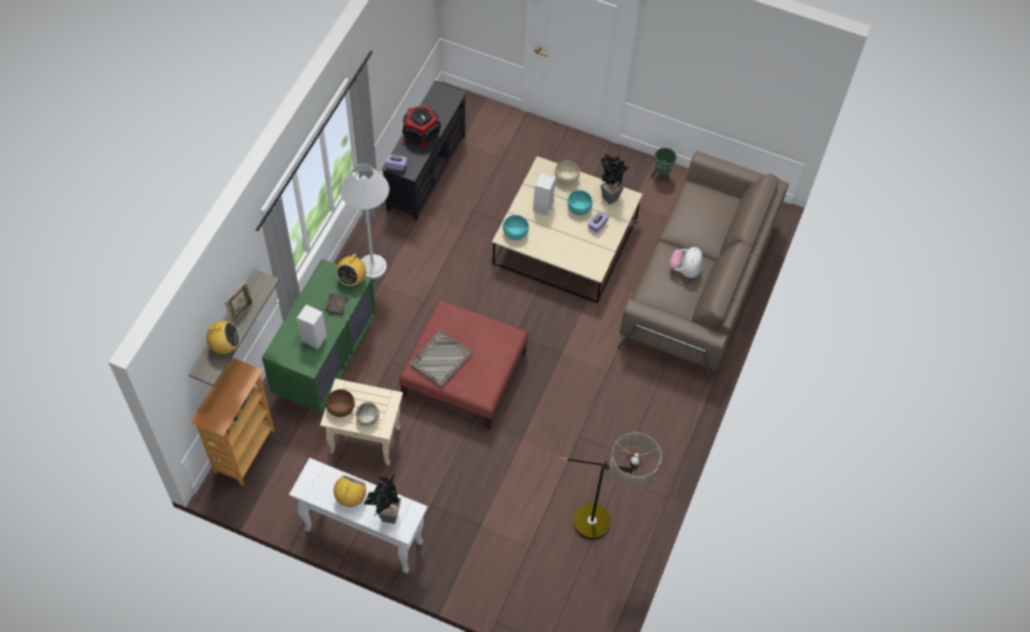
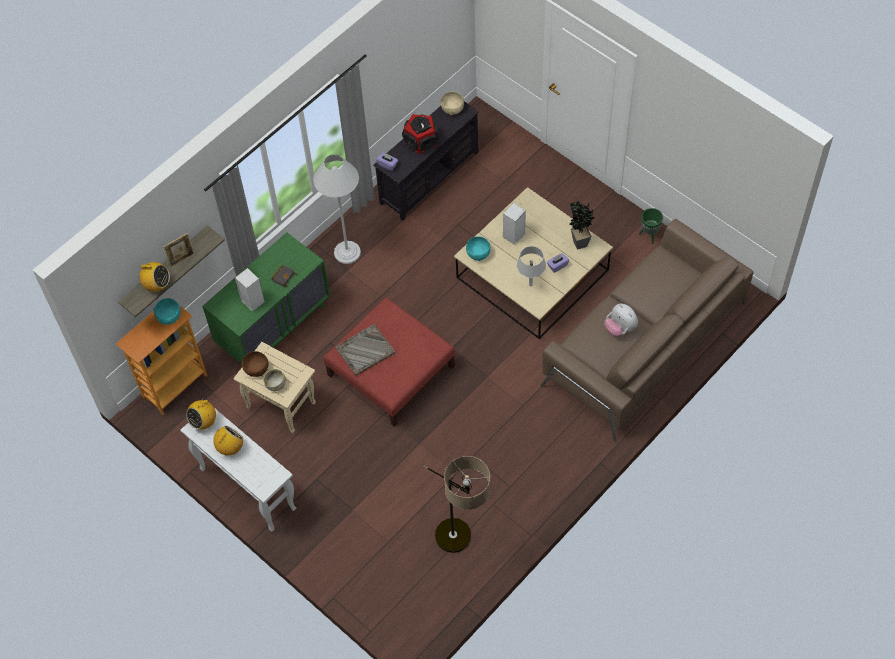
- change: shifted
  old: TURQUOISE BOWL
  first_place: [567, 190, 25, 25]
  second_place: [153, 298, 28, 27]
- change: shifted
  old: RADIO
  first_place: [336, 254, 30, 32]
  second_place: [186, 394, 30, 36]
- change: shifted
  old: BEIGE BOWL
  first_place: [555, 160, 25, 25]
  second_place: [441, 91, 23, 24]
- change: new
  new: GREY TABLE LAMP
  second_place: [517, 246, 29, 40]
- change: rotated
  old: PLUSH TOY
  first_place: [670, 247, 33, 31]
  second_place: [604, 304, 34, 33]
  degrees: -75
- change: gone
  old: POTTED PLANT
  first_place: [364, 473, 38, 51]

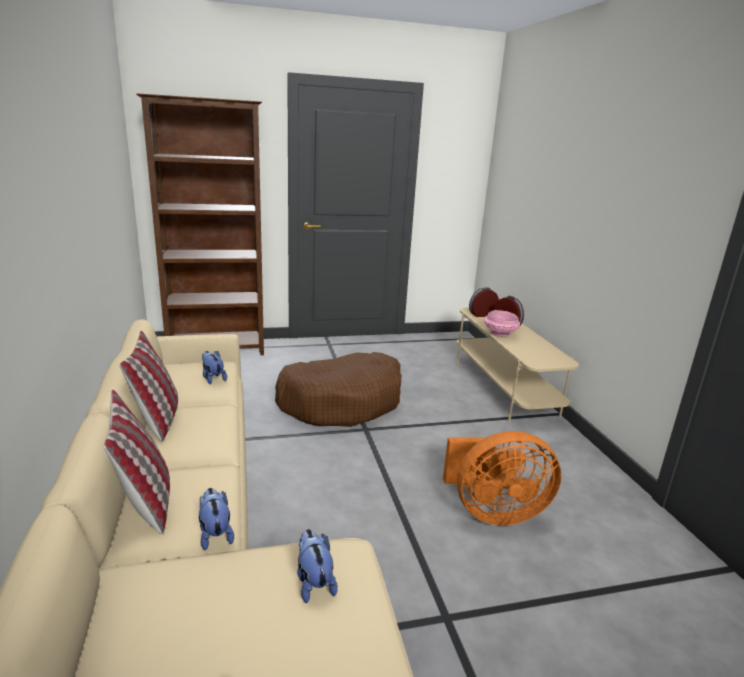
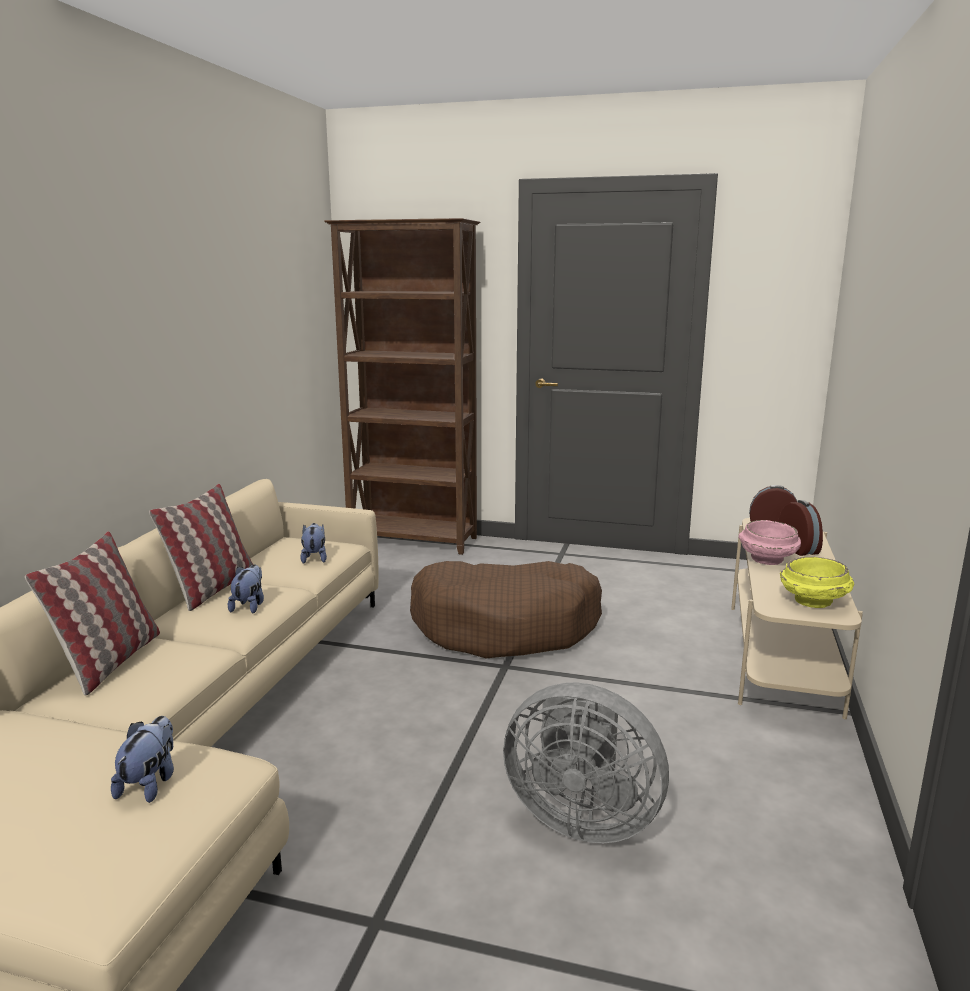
- change: shifted
  old: PLUSH TOY
  first_place: [199, 488, 35, 62]
  second_place: [228, 565, 36, 48]
- change: repainted
  old: ORANGE FAN
  new: GREY FAN
  first_place: [443, 431, 118, 95]
  second_place: [503, 682, 166, 161]
- change: new
  new: YELLOW BOWL
  second_place: [780, 557, 74, 51]

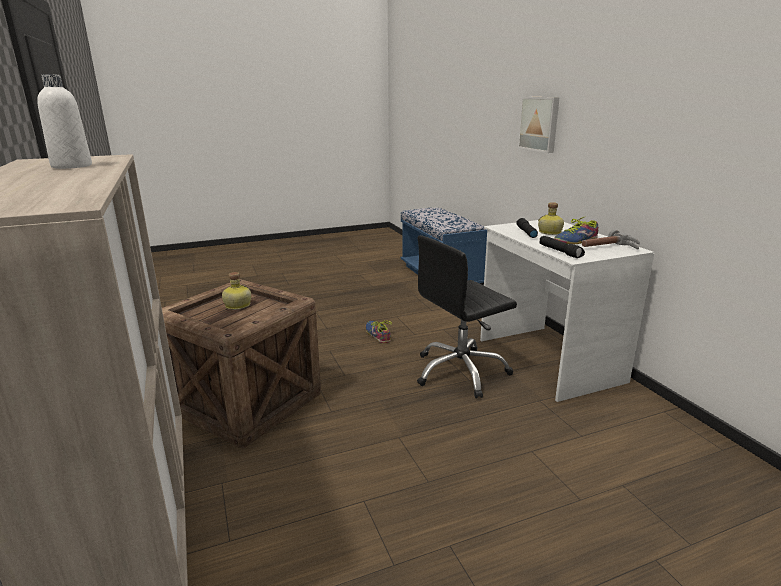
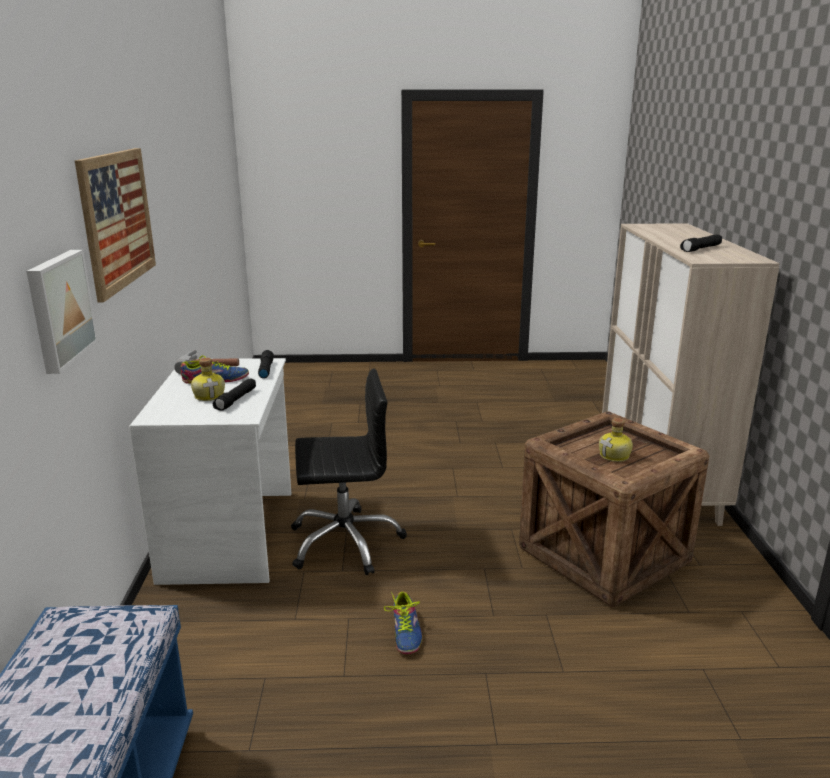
- change: new
  new: PICTURE
  second_place: [75, 148, 81, 154]
- change: swapped
  old: WHITE BOTTLE
  new: BLACK FLASHLIGHT
  first_place: [37, 75, 55, 94]
  second_place: [680, 234, 42, 18]

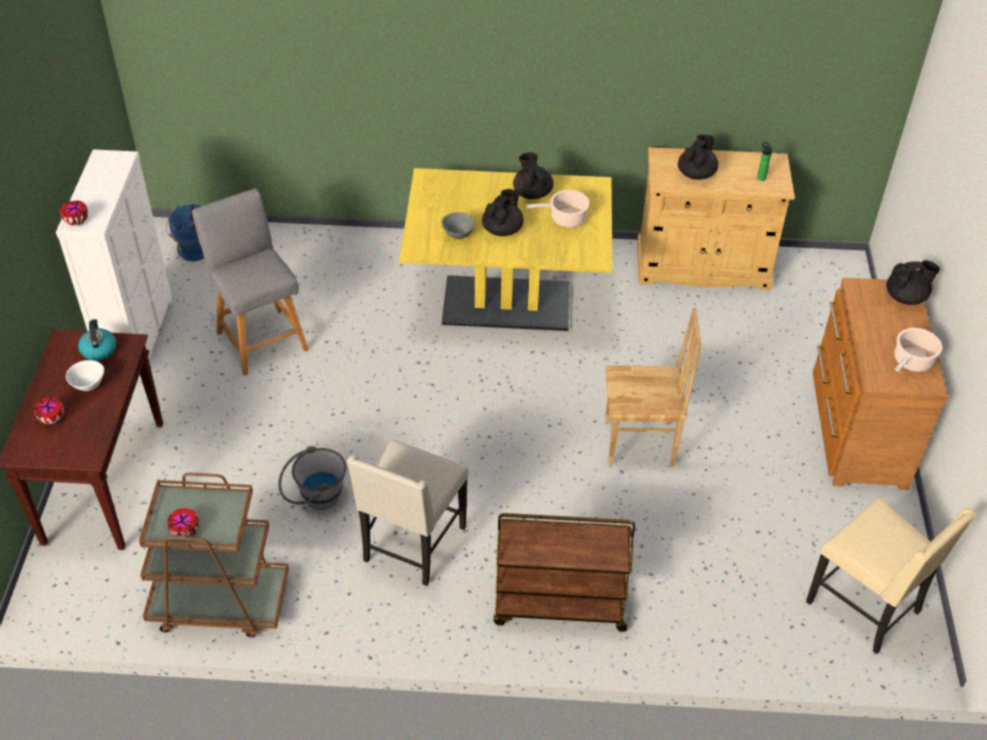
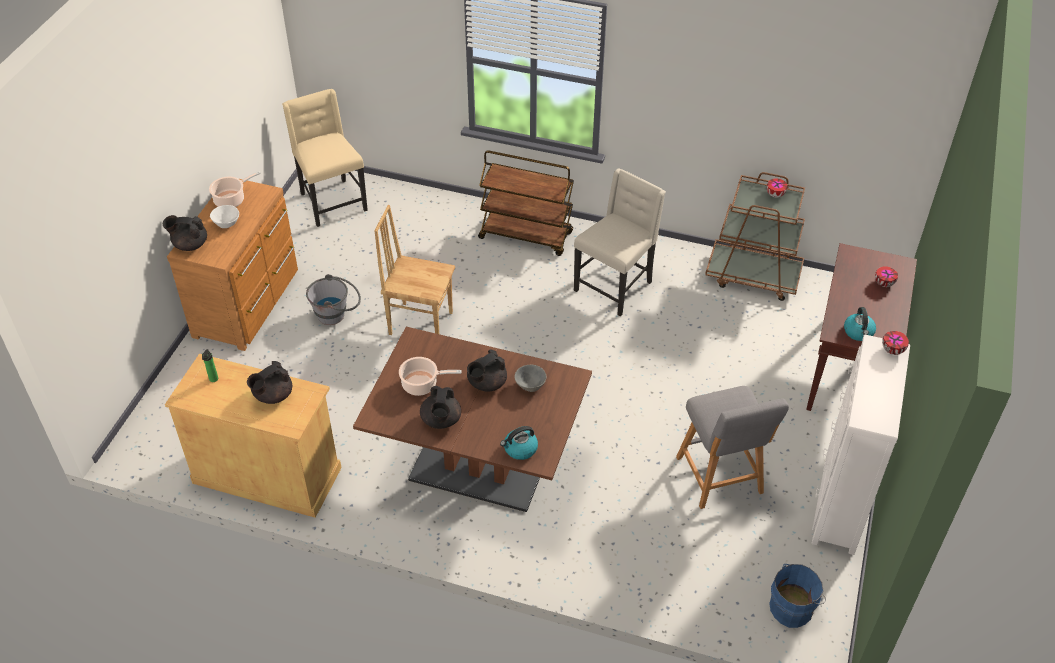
- change: shifted
  old: WHITE BOWL
  first_place: [66, 360, 38, 31]
  second_place: [210, 205, 29, 23]
- change: shifted
  old: GREY BUCKET
  first_place: [278, 446, 69, 64]
  second_place: [306, 274, 55, 51]
- change: repainted
  old: YELLOW DINING TABLE
  new: BROWN DINING TABLE
  first_place: [399, 168, 214, 163]
  second_place: [353, 327, 239, 185]
- change: new
  new: KETTLE
  second_place: [500, 426, 38, 34]

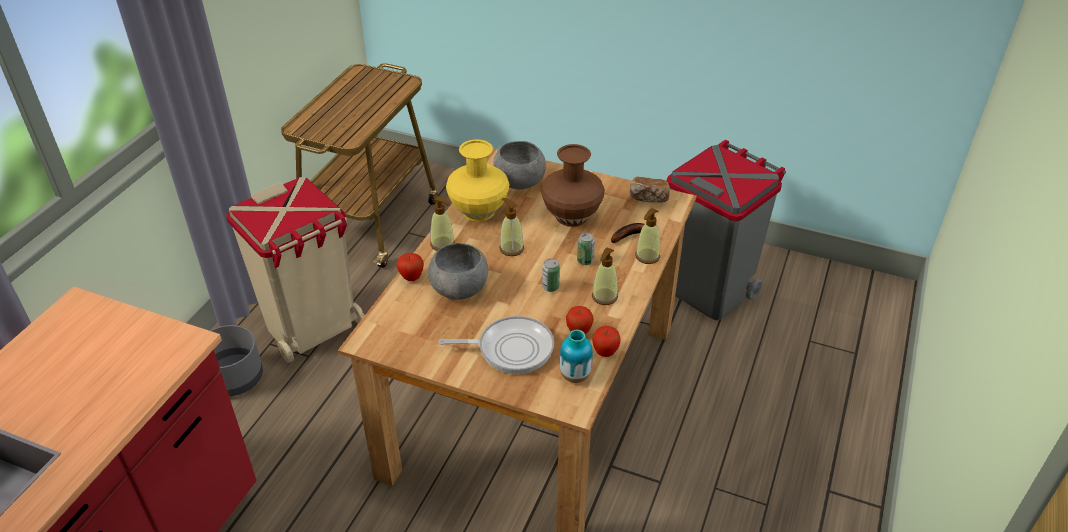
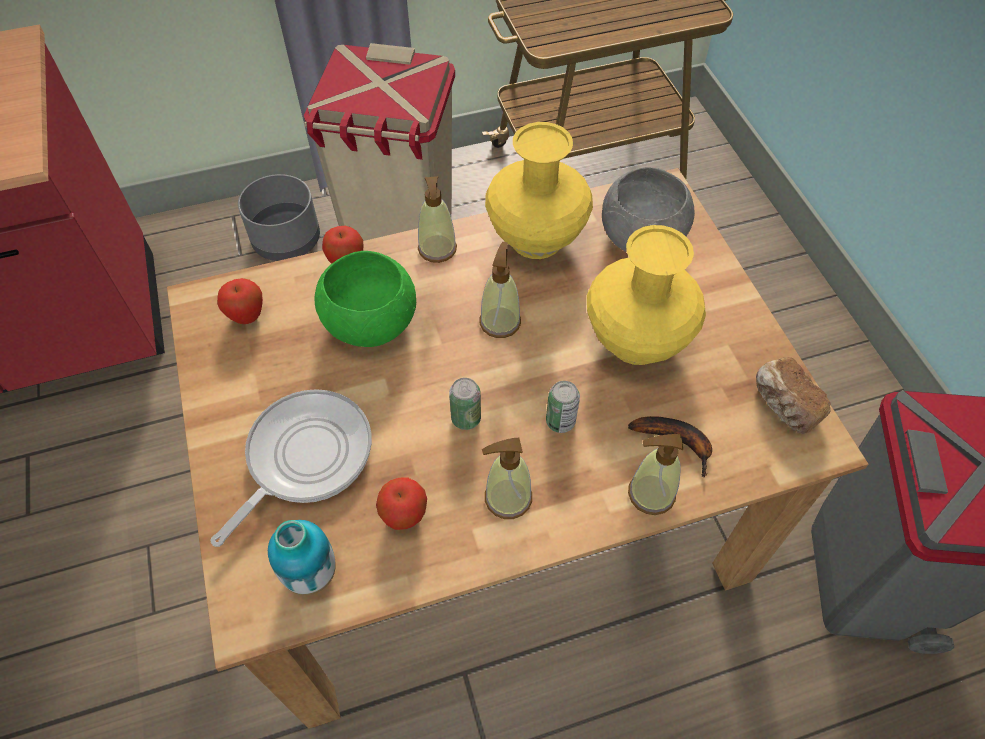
- change: rotated
  old: FRYING PAN
  first_place: [438, 316, 116, 58]
  second_place: [210, 389, 162, 158]
  degrees: -105
- change: shifted
  old: APPLE
  first_place: [592, 326, 29, 31]
  second_place: [217, 278, 46, 46]
- change: repainted
  old: GREY BOWL
  new: GREEN BOWL
  first_place: [428, 243, 60, 57]
  second_place: [314, 251, 102, 96]
- change: repainted
  old: BROWN VASE
  new: YELLOW VASE
  first_place: [541, 144, 64, 83]
  second_place: [587, 225, 119, 140]

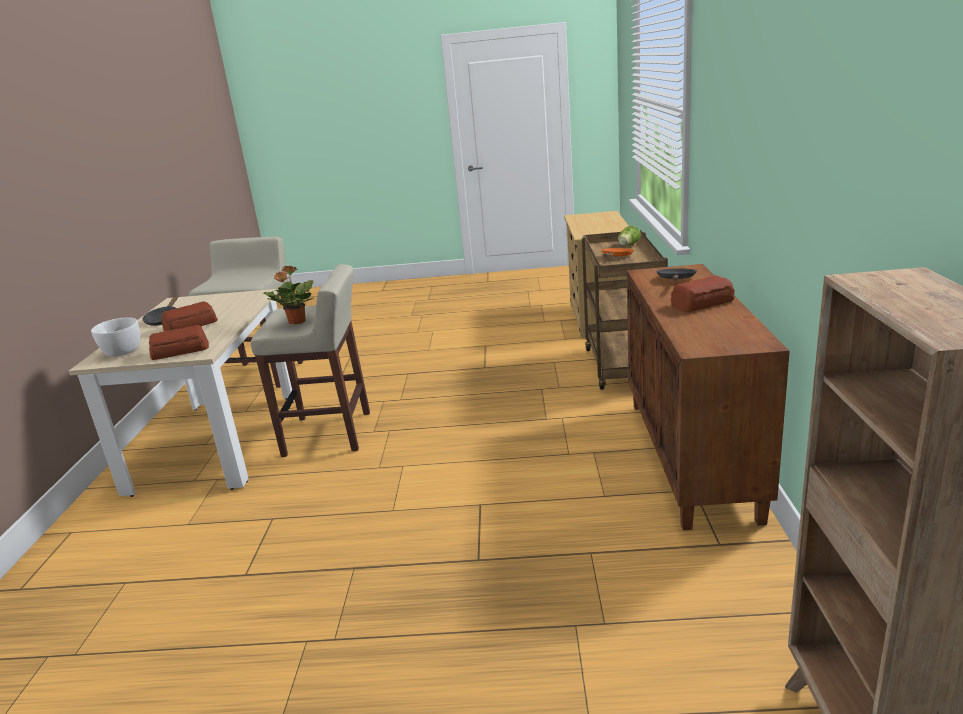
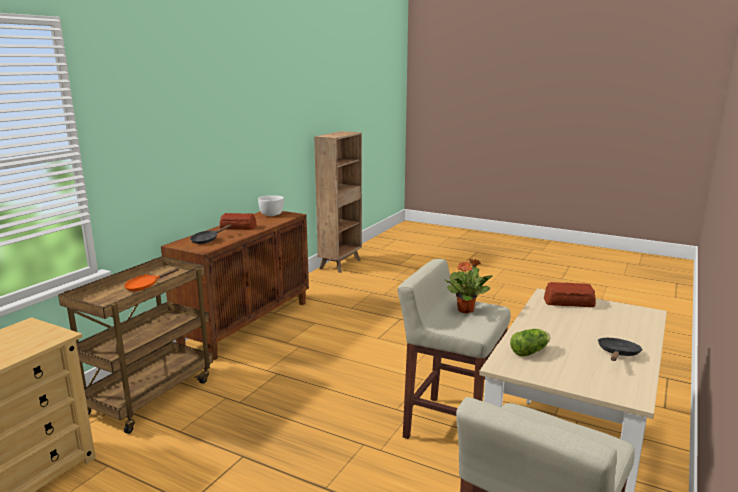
- change: shifted
  old: WHITE BOWL
  first_place: [91, 317, 50, 40]
  second_place: [258, 195, 26, 21]
- change: shifted
  old: LETTUCE
  first_place: [618, 226, 23, 20]
  second_place: [510, 329, 40, 28]
- change: gone
  old: BREAD
  first_place: [162, 301, 56, 30]

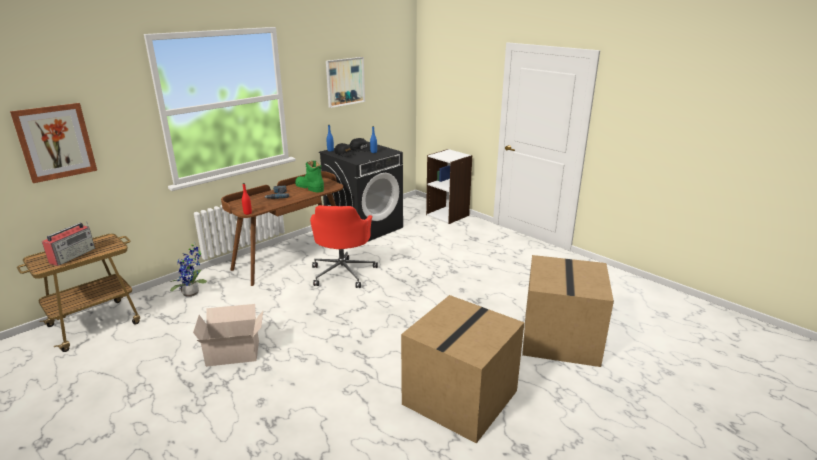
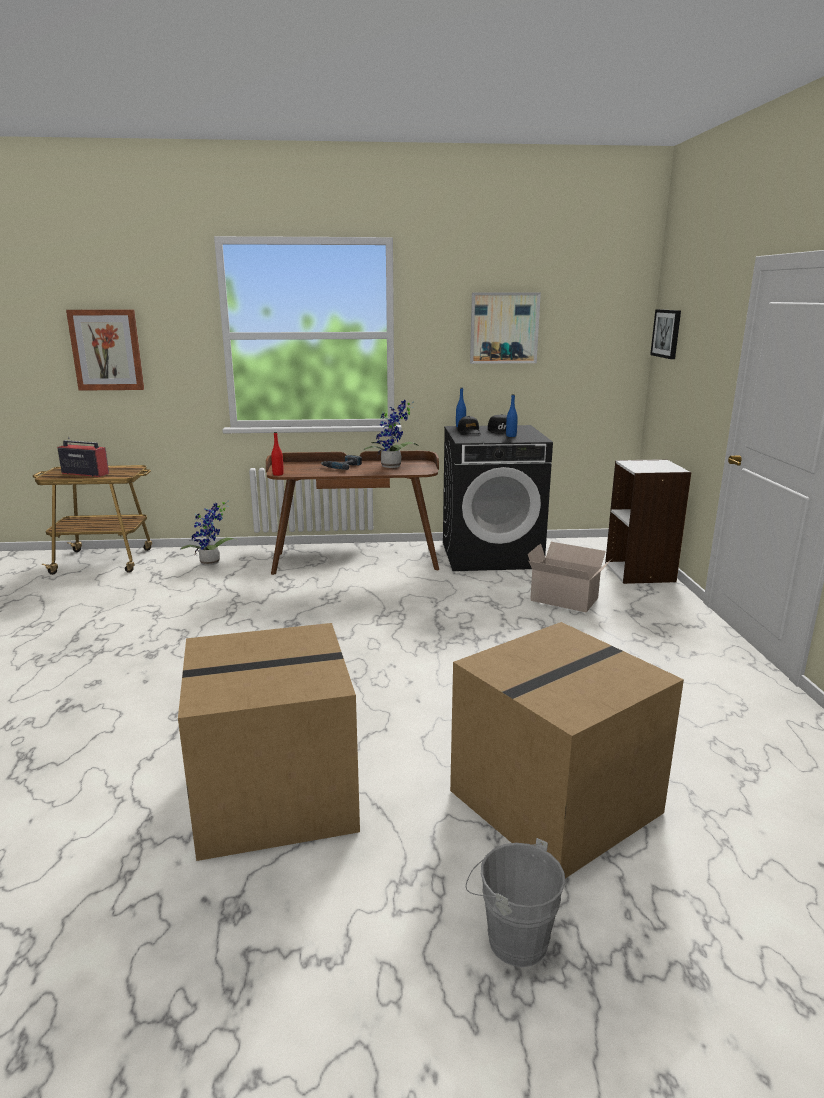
- change: rotated
  old: RADIO
  first_place: [42, 222, 53, 44]
  second_place: [57, 437, 52, 40]
  degrees: -135
- change: swapped
  old: GREEN BOOT
  new: POTTED PLANT
  first_place: [295, 161, 29, 32]
  second_place: [364, 400, 55, 68]
- change: new
  new: GREY BUCKET
  second_place: [466, 838, 99, 129]
- change: shifted
  old: CARDBOARD BOX
  first_place: [193, 304, 70, 63]
  second_place: [528, 542, 84, 70]
- change: new
  new: PICTURE
  second_place: [650, 309, 31, 50]
- change: gone
  old: RED OFFICE CHAIR
  first_place: [310, 205, 68, 83]

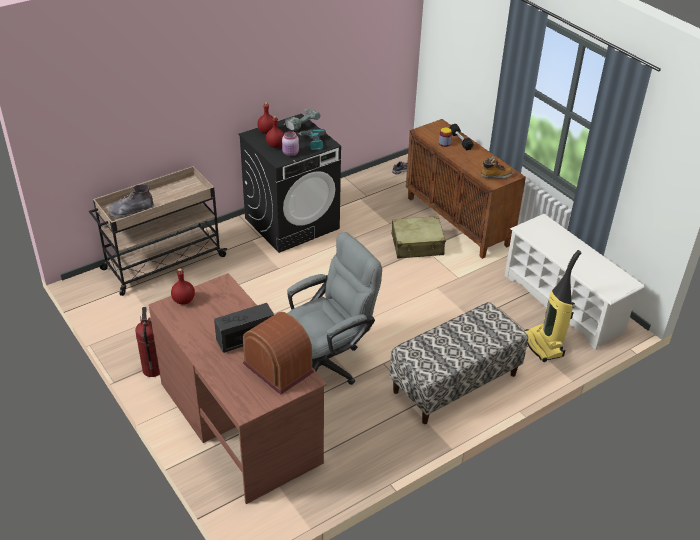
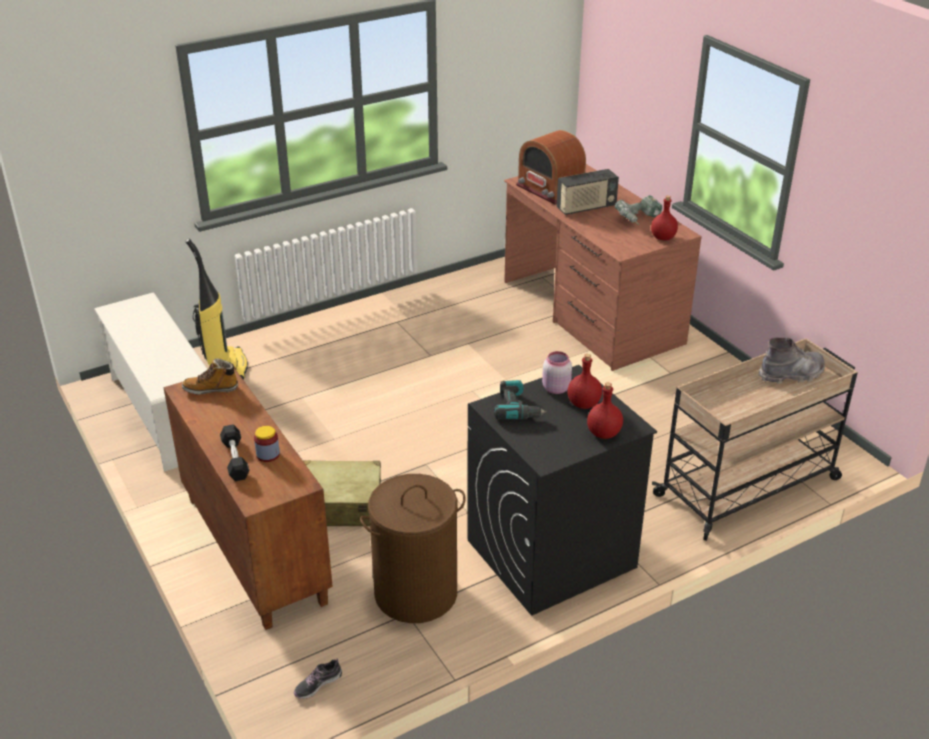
- change: new
  new: BROWN LAUNDRY BASKET
  second_place: [360, 474, 106, 149]
- change: shifted
  old: POWER DRILL
  first_place: [283, 109, 37, 22]
  second_place: [615, 196, 47, 29]
- change: gone
  old: FIRE EXTINGUISHER
  first_place: [135, 307, 25, 70]
- change: gone
  old: GREY OFFICE CHAIR
  first_place: [287, 232, 95, 153]
- change: gone
  old: BENCH
  first_place: [390, 302, 138, 122]

